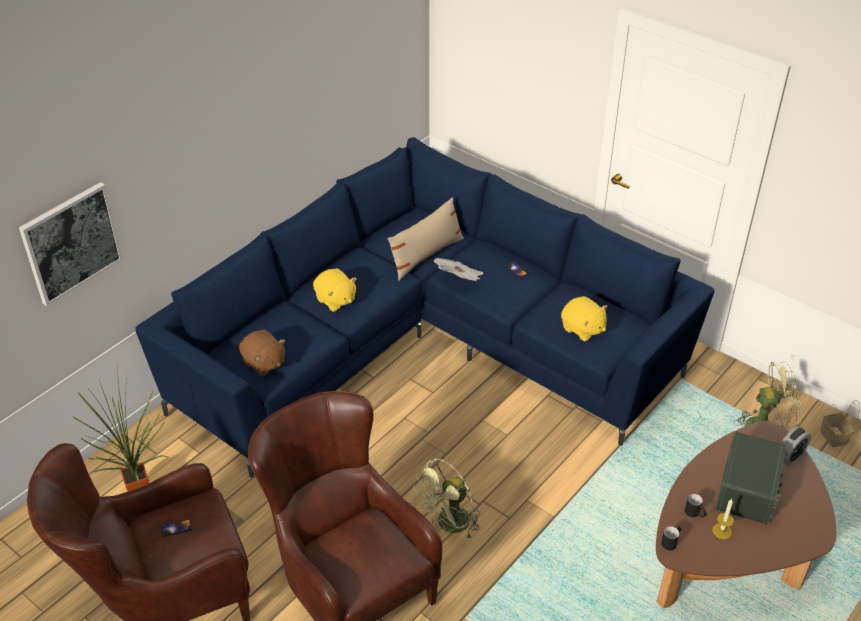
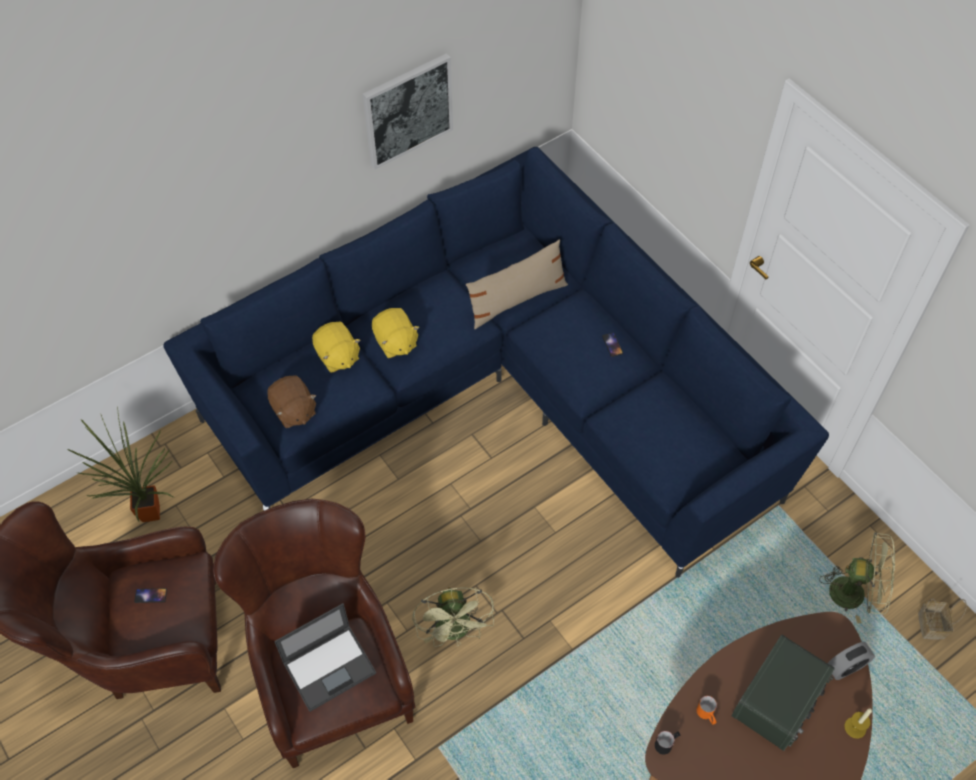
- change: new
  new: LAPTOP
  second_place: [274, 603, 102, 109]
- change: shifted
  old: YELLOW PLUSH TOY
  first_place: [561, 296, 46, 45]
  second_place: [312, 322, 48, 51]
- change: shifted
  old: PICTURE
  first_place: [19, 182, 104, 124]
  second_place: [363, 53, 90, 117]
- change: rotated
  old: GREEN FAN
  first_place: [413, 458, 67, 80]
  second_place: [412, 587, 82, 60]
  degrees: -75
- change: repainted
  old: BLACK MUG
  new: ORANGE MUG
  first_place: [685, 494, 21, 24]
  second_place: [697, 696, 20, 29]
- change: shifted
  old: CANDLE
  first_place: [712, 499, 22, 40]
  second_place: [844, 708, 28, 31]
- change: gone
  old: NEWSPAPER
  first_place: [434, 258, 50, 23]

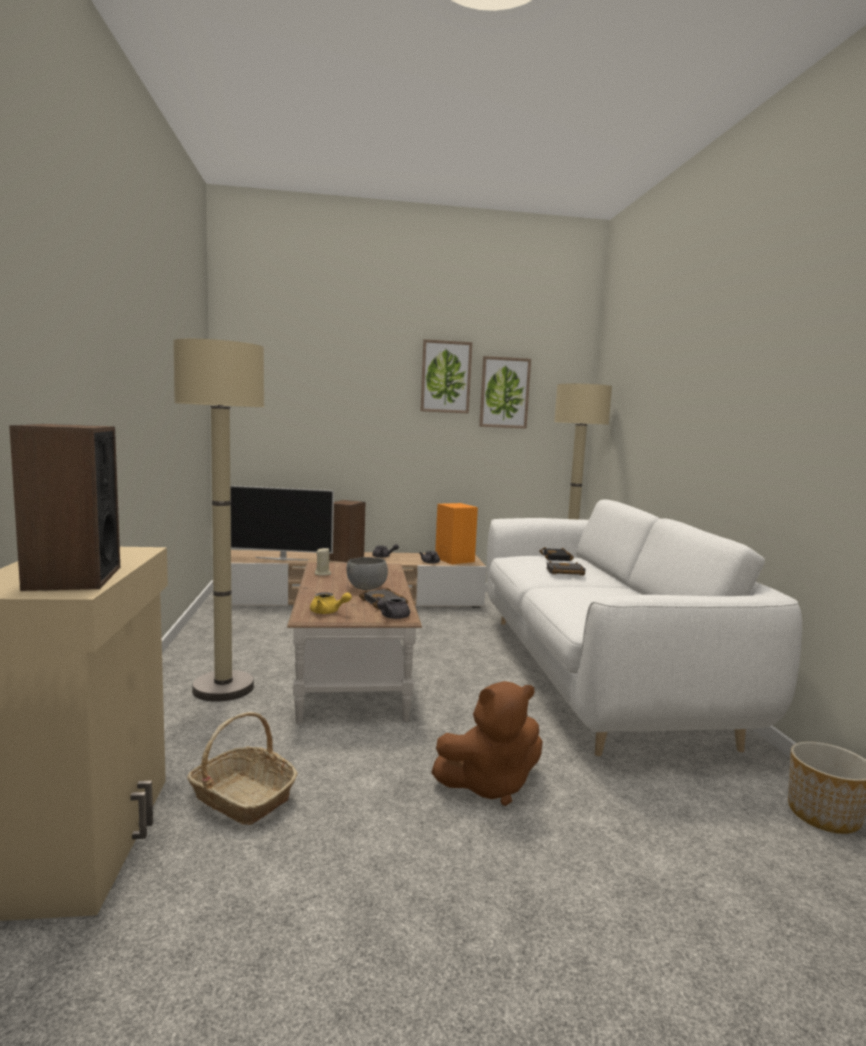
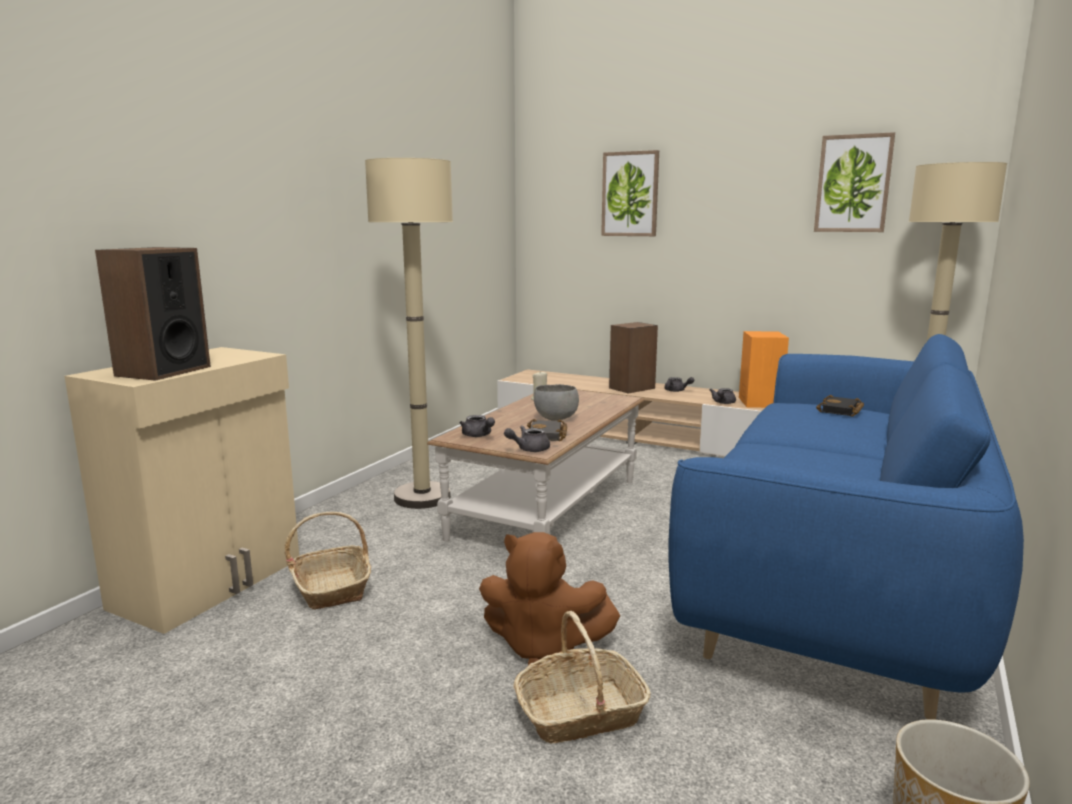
- change: repainted
  old: YELLOW TEAPOT
  new: GREY TEAPOT
  first_place: [310, 592, 42, 22]
  second_place: [460, 415, 35, 22]
- change: new
  new: BASKET
  second_place: [513, 611, 138, 133]
- change: shifted
  old: PICTURE
  first_place: [420, 339, 52, 74]
  second_place: [601, 150, 58, 86]
- change: repainted
  old: WHITE SOFA
  new: BLUE SOFA
  first_place: [487, 499, 315, 257]
  second_place: [668, 334, 356, 386]
- change: gone
  old: TELEVISION
  first_place: [230, 485, 104, 75]
- change: gone
  old: BLACK BOOK
  first_place: [546, 561, 39, 15]

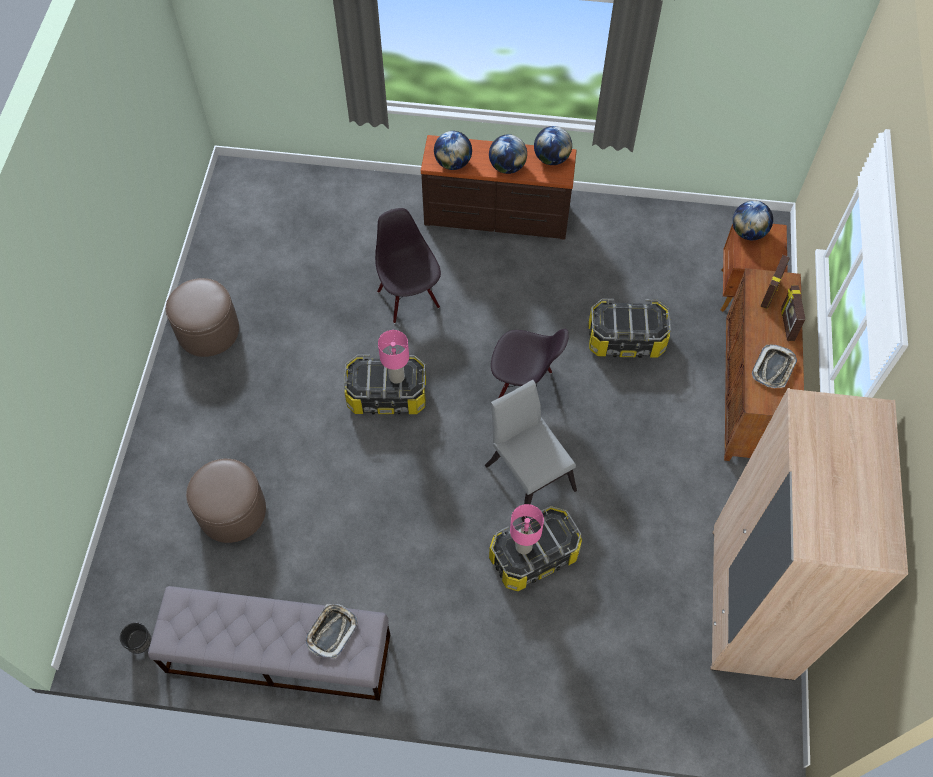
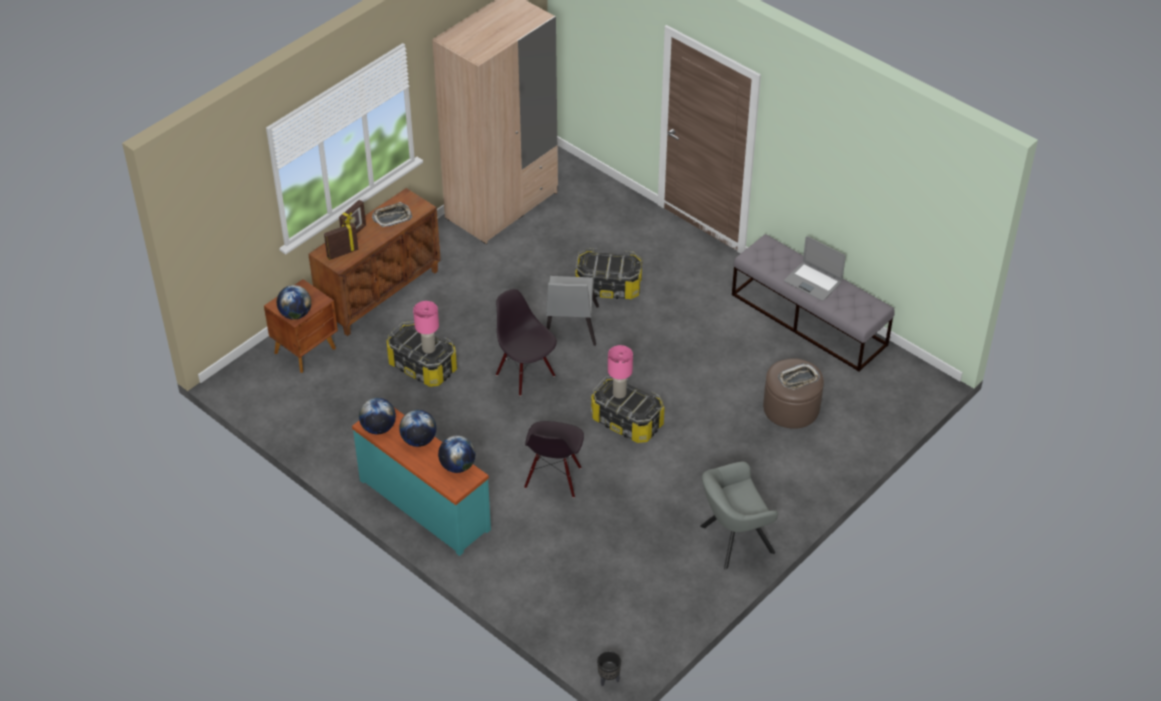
- change: repainted
  old: BROWN DRESSER
  new: TURQUOISE DRESSER
  first_place: [421, 135, 156, 105]
  second_place: [352, 408, 139, 148]
- change: shifted
  old: PINK TABLE LAMP
  first_place: [510, 504, 34, 50]
  second_place: [413, 301, 26, 53]
- change: shifted
  old: BLACK PLANTER
  first_place: [120, 622, 31, 32]
  second_place: [597, 651, 24, 35]
- change: swapped
  old: BROWN OTTOMAN
  new: GREY ARMCHAIR
  first_place: [166, 278, 73, 79]
  second_place: [700, 462, 78, 108]
- change: shifted
  old: TRAY
  first_place: [306, 604, 51, 55]
  second_place: [778, 363, 42, 27]
- change: new
  new: LAPTOP
  second_place: [784, 236, 62, 65]

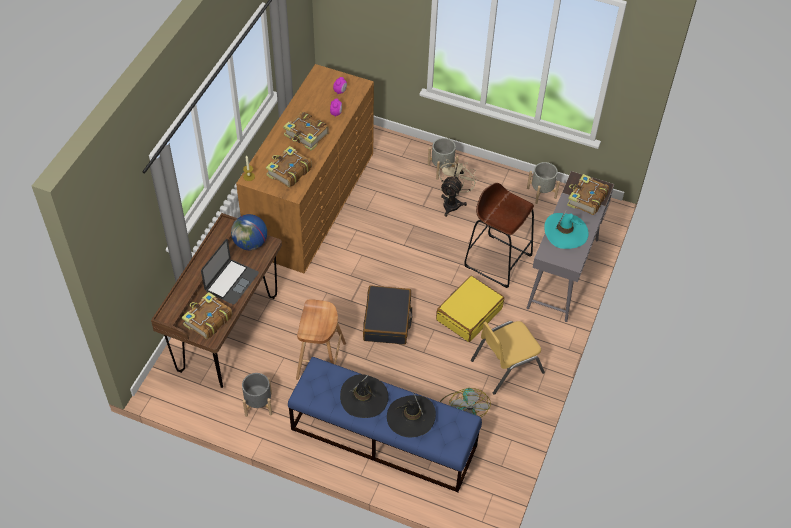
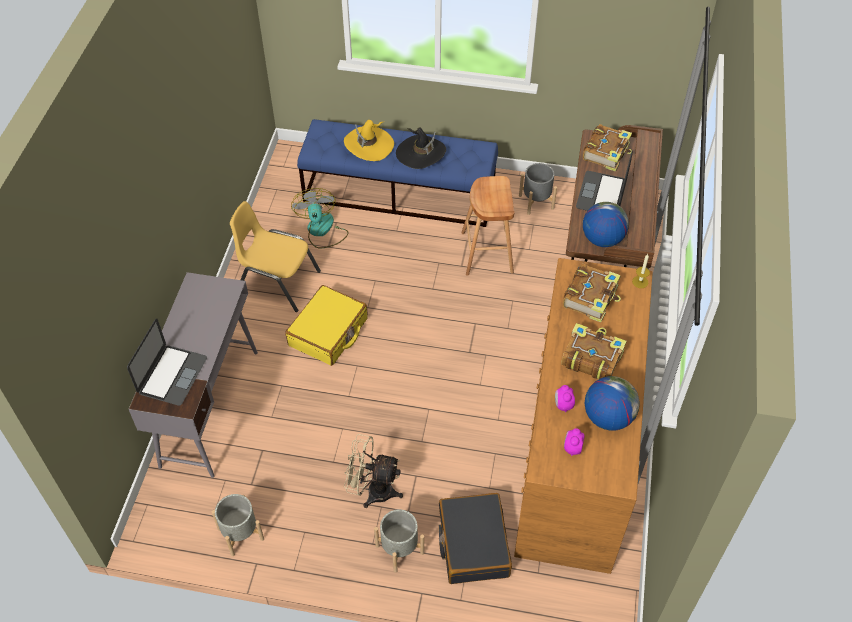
- change: swapped
  old: BOOK
  new: LAPTOP
  first_place: [567, 174, 42, 41]
  second_place: [127, 319, 80, 87]
- change: rotated
  old: YELLOW CHAIR
  first_place: [471, 321, 74, 74]
  second_place: [230, 201, 91, 111]
  degrees: -120
- change: repainted
  old: BLACK HAT
  new: YELLOW HAT
  first_place: [387, 393, 49, 44]
  second_place: [344, 120, 50, 41]
- change: rotated
  old: BEIGE FAN
  first_place: [438, 158, 40, 59]
  second_place: [344, 434, 59, 74]
  degrees: 90
- change: shifted
  old: BLACK SUITCASE
  first_place: [363, 285, 49, 60]
  second_place: [439, 493, 73, 91]
- change: new
  new: GLOBE
  second_place: [585, 376, 55, 55]
- change: gone
  old: BROWN STOOL
  first_place: [464, 183, 70, 105]
- change: gone
  old: TURQUOISE HAT
  first_place: [544, 210, 44, 39]

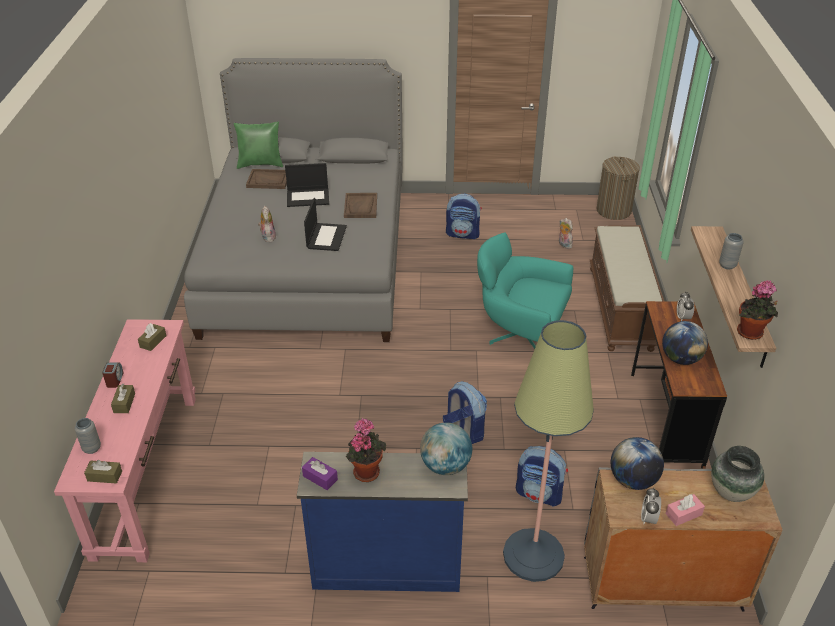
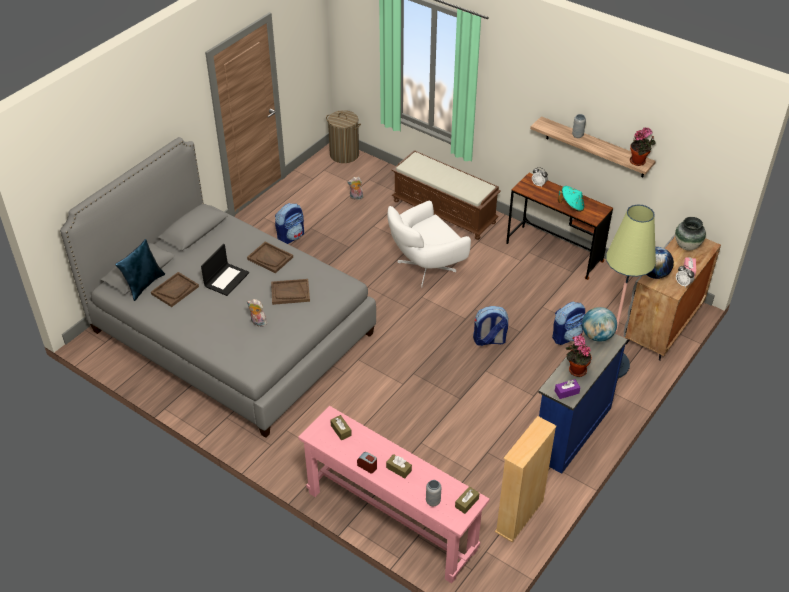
- change: repainted
  old: GREEN PILLOW
  new: BLUE PILLOW
  first_place: [234, 121, 49, 48]
  second_place: [115, 239, 50, 62]
- change: swapped
  old: LAPTOP
  new: BROWN TRAY
  first_place: [304, 198, 43, 53]
  second_place: [271, 279, 39, 26]
- change: repainted
  old: TURQUOISE ARMCHAIR
  new: WHITE ARMCHAIR
  first_place: [477, 232, 96, 117]
  second_place: [387, 201, 84, 86]
- change: new
  new: BEIGE BOOKCASE
  second_place: [495, 416, 61, 126]
- change: swapped
  old: GLOBE
  new: TURQUOISE HAT
  first_place: [662, 321, 46, 44]
  second_place: [558, 186, 26, 26]

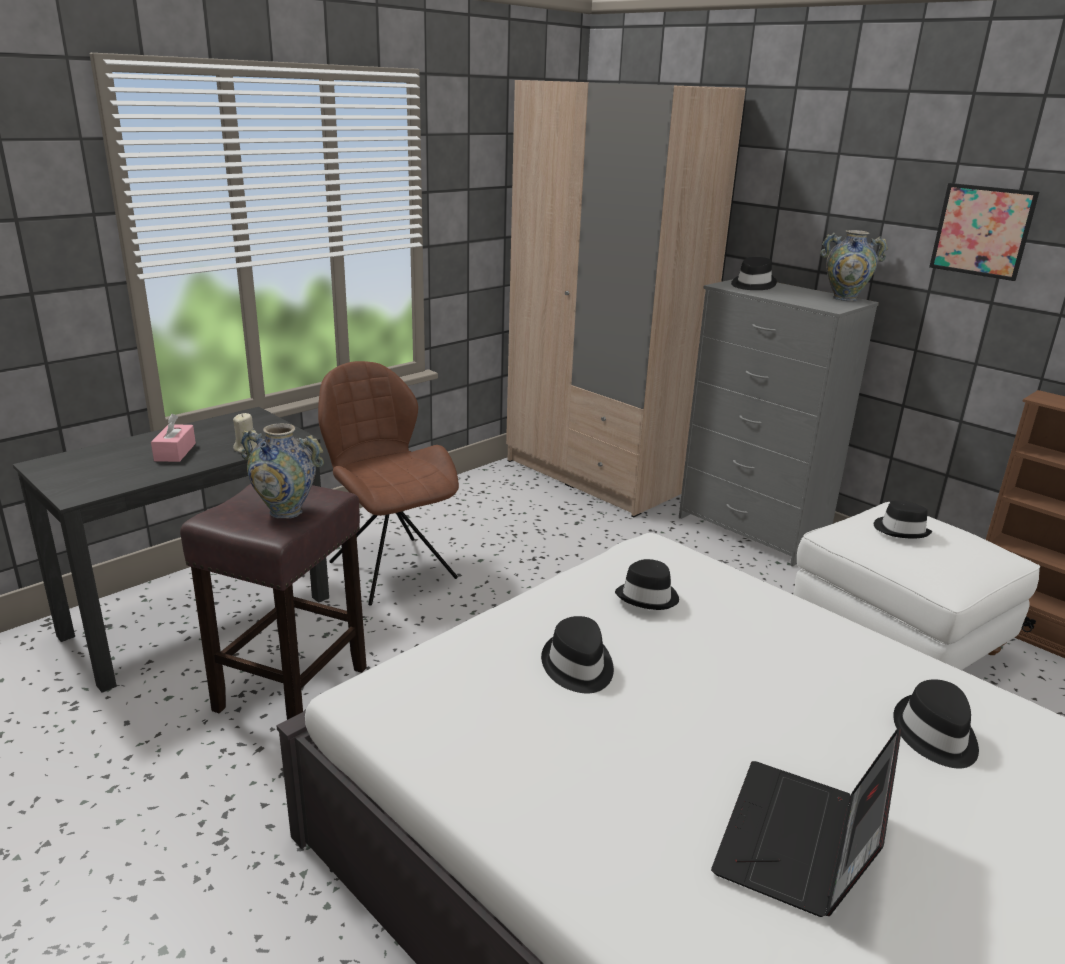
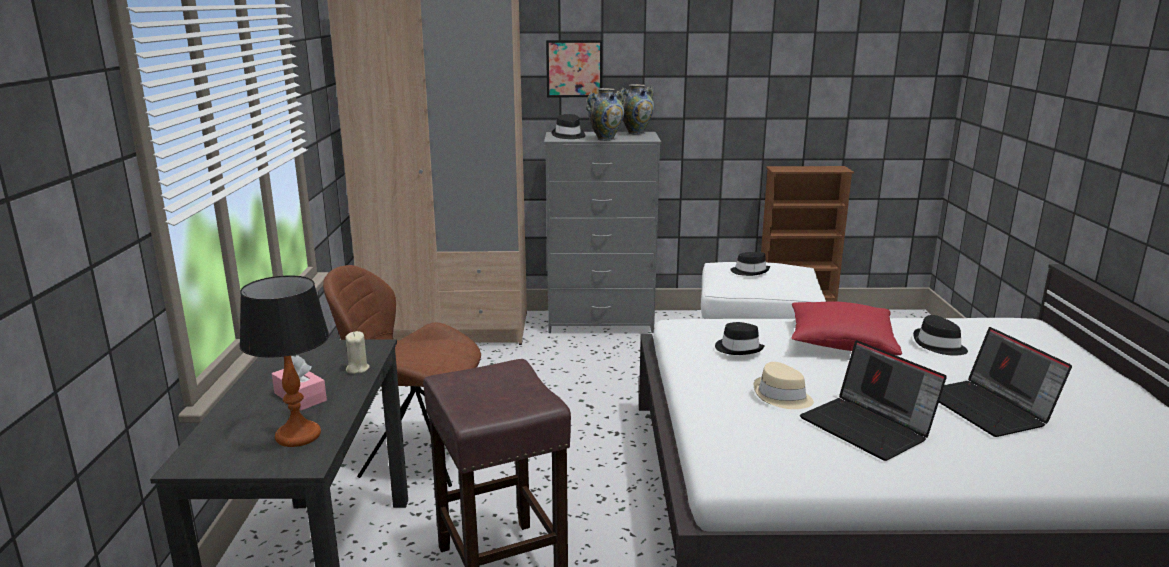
- change: new
  new: TABLE LAMP
  second_place: [239, 275, 90, 172]
- change: shifted
  old: PICTURE
  first_place: [929, 183, 110, 98]
  second_place: [546, 40, 56, 57]
- change: shifted
  old: VASE
  first_place: [240, 423, 84, 96]
  second_place: [586, 88, 38, 53]
- change: repainted
  old: BLACK HAT
  new: BEIGE HAT
  first_place: [541, 616, 73, 77]
  second_place: [754, 362, 60, 47]
- change: new
  new: RED PILLOW
  second_place: [791, 302, 111, 53]
- change: new
  new: LAPTOP
  second_place: [800, 340, 147, 121]

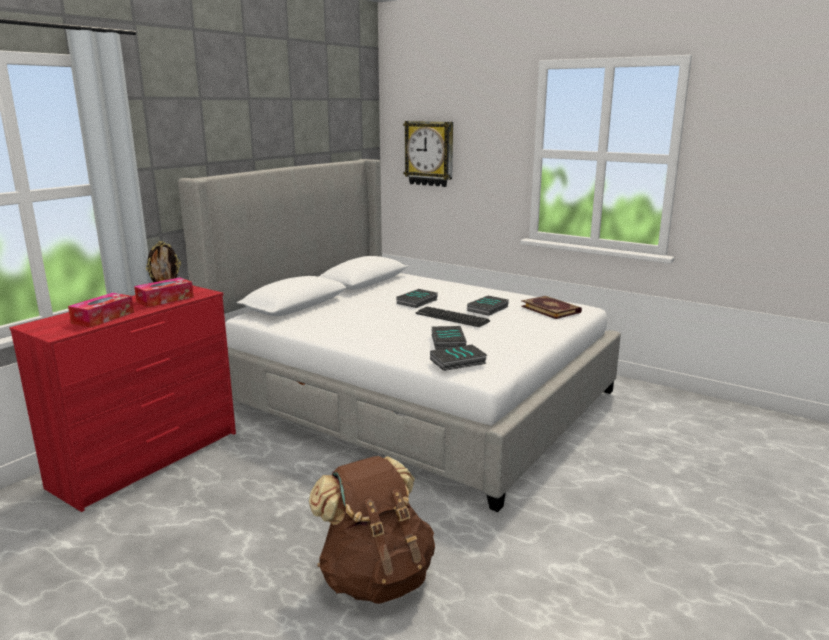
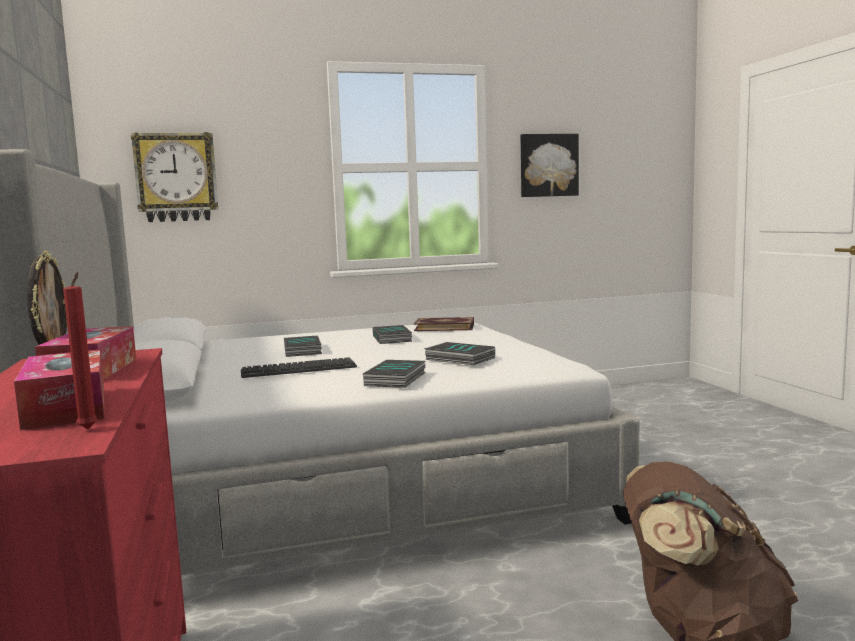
- change: new
  new: RED CANDLE
  second_place: [63, 272, 35, 157]
- change: shifted
  old: KEYBOARD
  first_place: [415, 307, 75, 20]
  second_place: [241, 357, 116, 21]
- change: shifted
  old: BOOK
  first_place: [430, 345, 57, 26]
  second_place: [363, 360, 63, 28]
- change: new
  new: PICTURE
  second_place: [521, 134, 58, 63]

